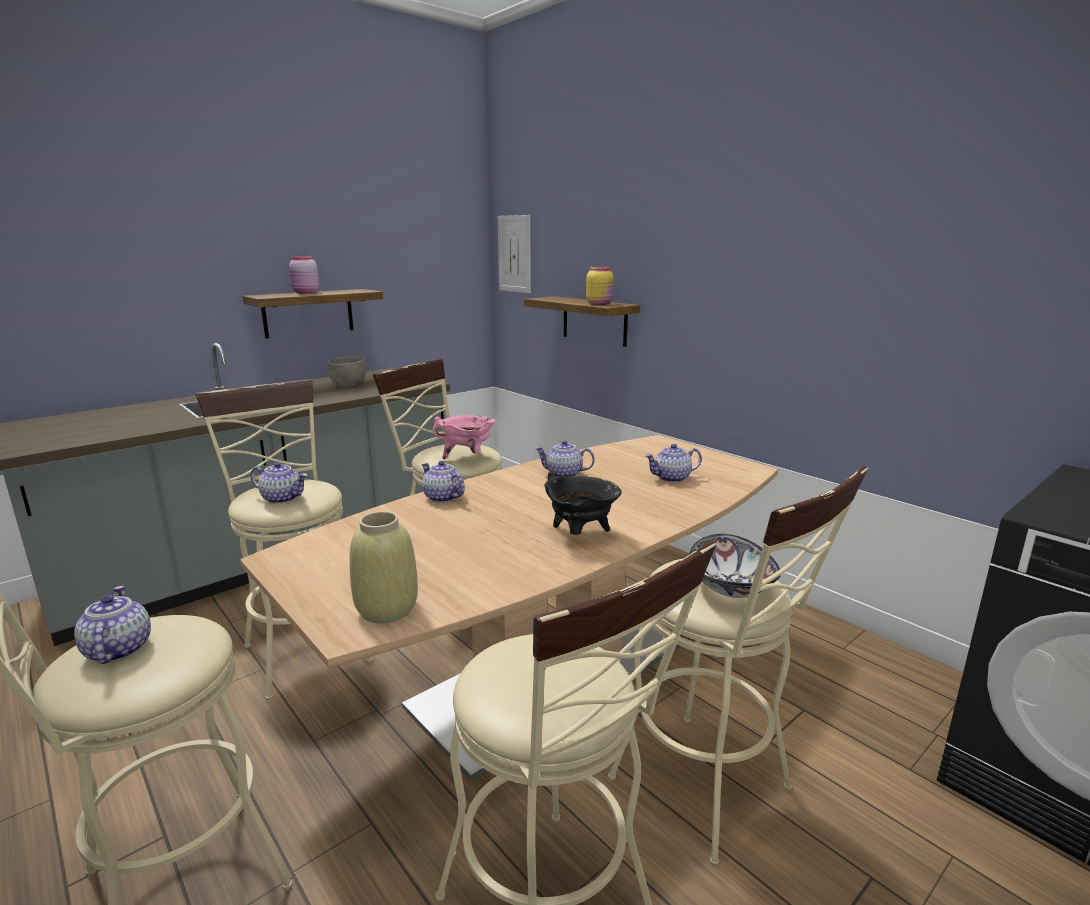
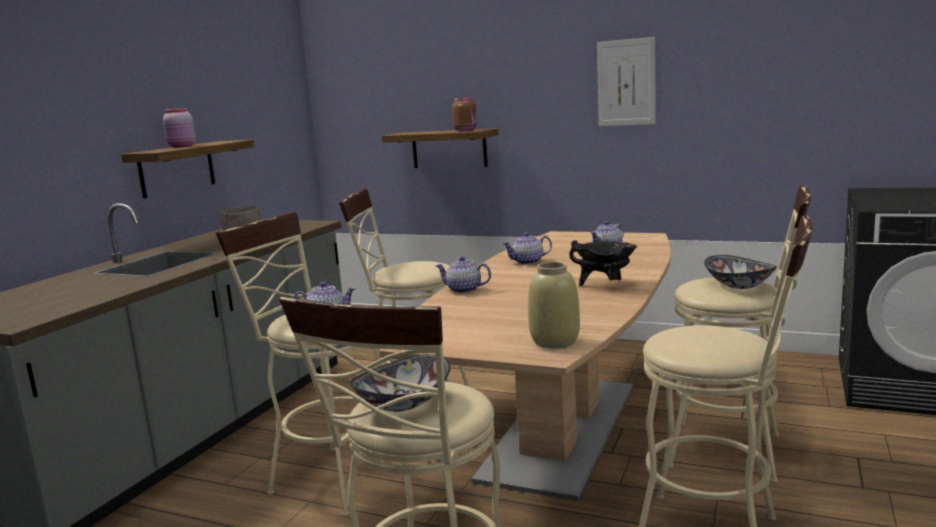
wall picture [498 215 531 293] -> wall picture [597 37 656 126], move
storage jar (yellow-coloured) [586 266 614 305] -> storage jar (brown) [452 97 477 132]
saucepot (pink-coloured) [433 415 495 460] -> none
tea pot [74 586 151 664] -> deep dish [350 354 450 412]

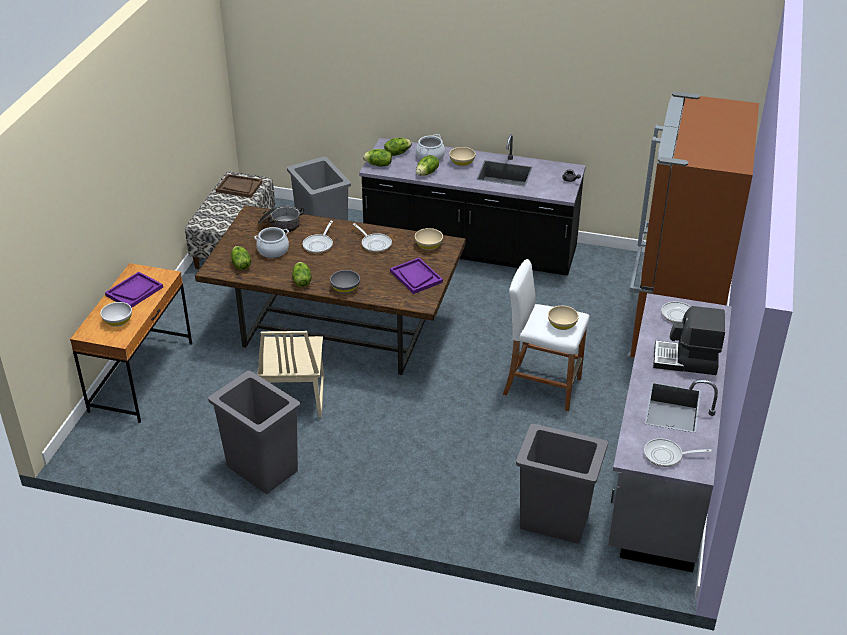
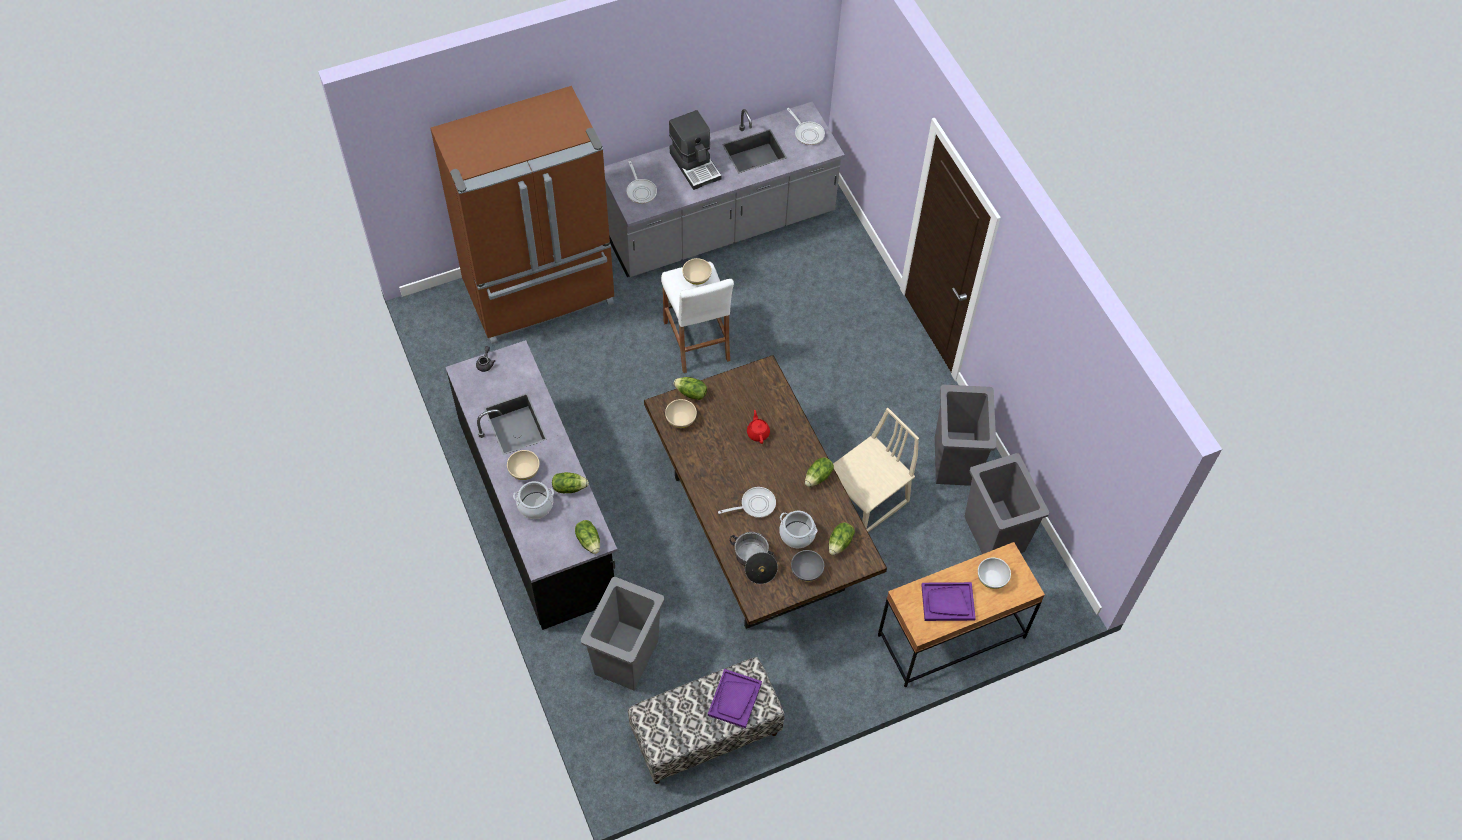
lettuce head [384 138 412 156] -> lettuce head [674 377 707 400], move
carrying tray (brown) [216 174 263 198] -> none
skillet [353 223 392 252] -> none
carrying tray (purplish) [390 258 443 294] -> carrying tray (purplish) [708 669 762 728], move
deep dish (gray) [330 270 360 294] -> deep dish (gray) [791 550 824 582], move
trash can (gray) [516 424 608 544] -> trash can (gray) [964 453 1049 554], move
none -> tea pot (red-coloured) [747 410 770 444]

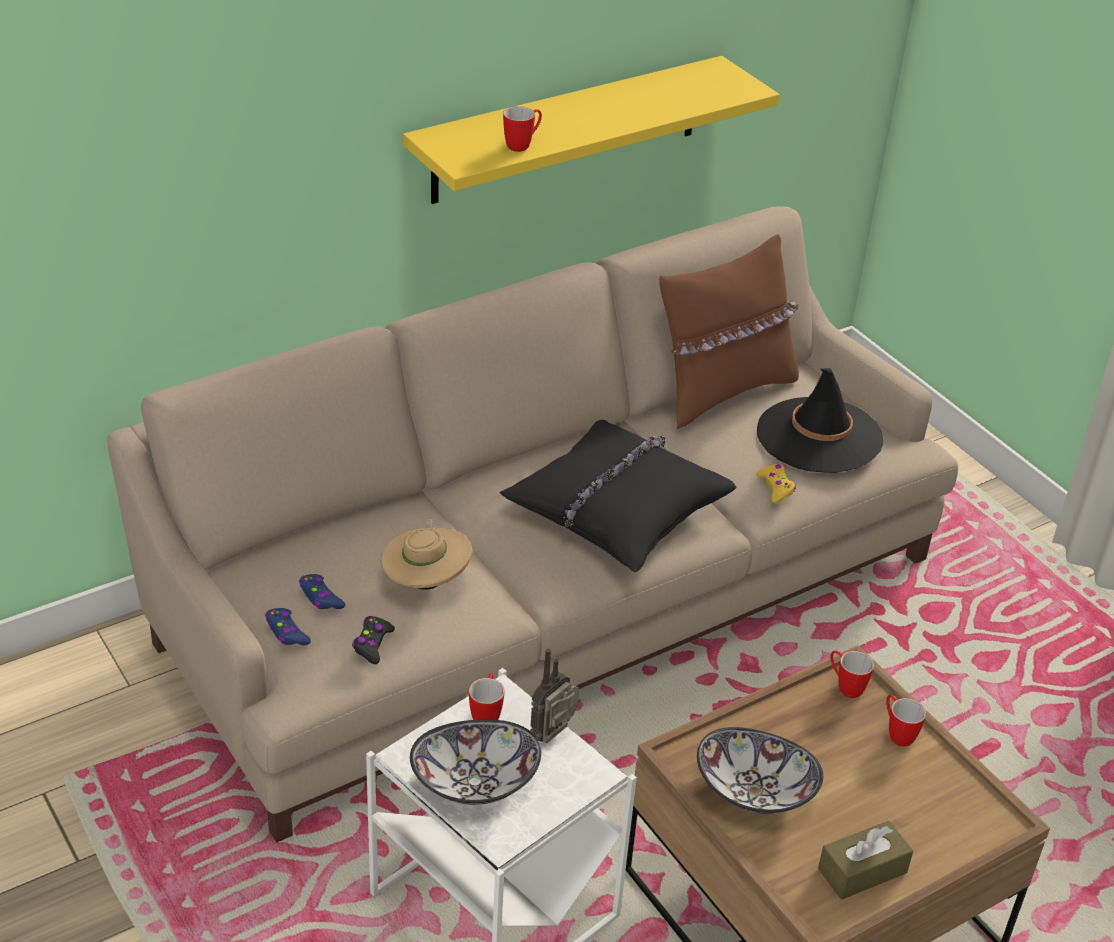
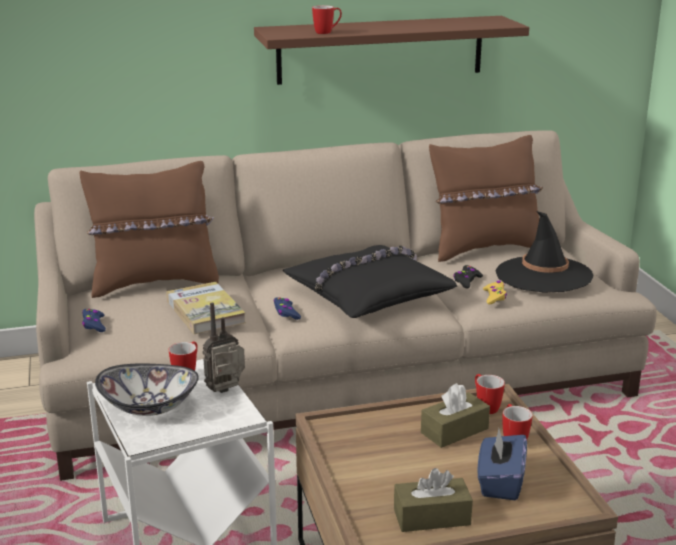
bracket shelf (yellow-coloured) [403 56 780 204] -> bracket shelf (brown) [254 16 529 85]
hat (sand-coloured) [381 519 472 590] -> bound book [166 282 246 334]
gamepad (blue-coloured) [299 574 345 609] -> gamepad (blue-coloured) [274 297 301 320], move
gamepad (black-coloured) [352 616 395 664] -> gamepad (black-coloured) [453 265 483 289], move
deep dish [697 727 823 814] -> none
none -> cushion (brown) [79 161 219 298]
none -> tissue holder (brown) [421 383 490 448]
none -> tissue holder (blue-coloured) [477 429 527 500]

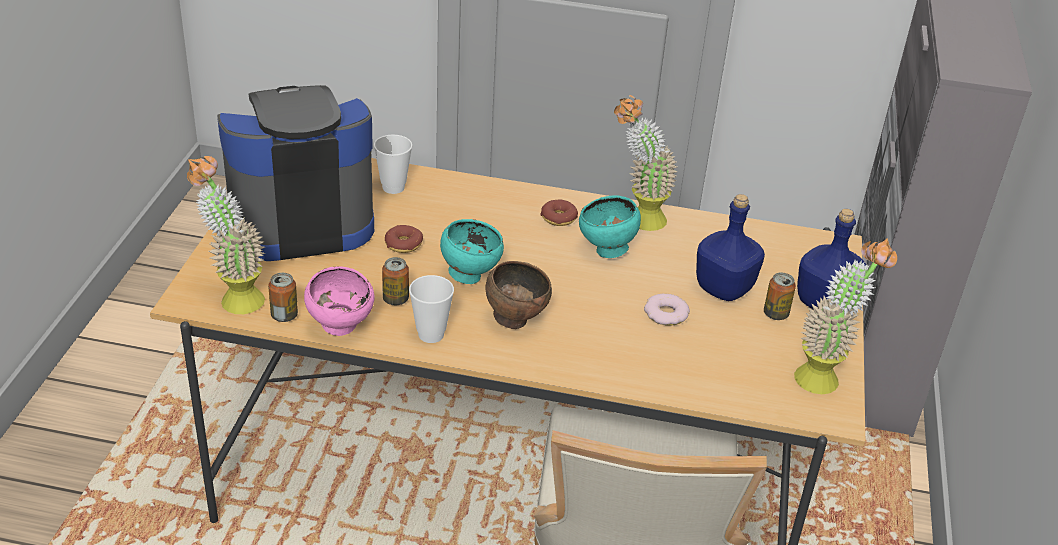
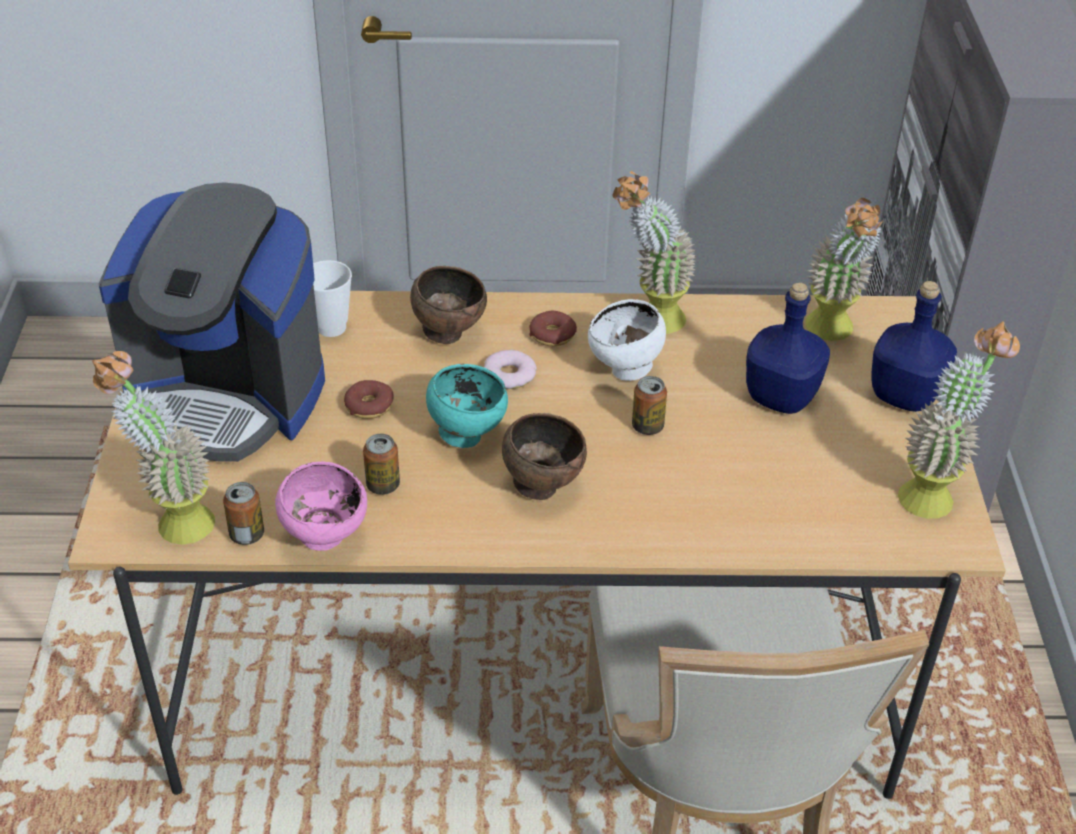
coffee machine [217 85 374 261] -> coffee machine [99 182 325 462], 135 degrees counterclockwise
deep dish (turquoise-coloured) [579 195 641 258] -> deep dish (white-coloured) [588 299 666 381]
sealed can [764 272 796 320] -> sealed can [632 376 667 435], move
cup [409 275 454 343] -> none
donut [644 293 690 326] -> donut [484 350 537 389], move
none -> potted plant [805 198 884 341]
none -> deep dish (brown) [410 266 487 344]

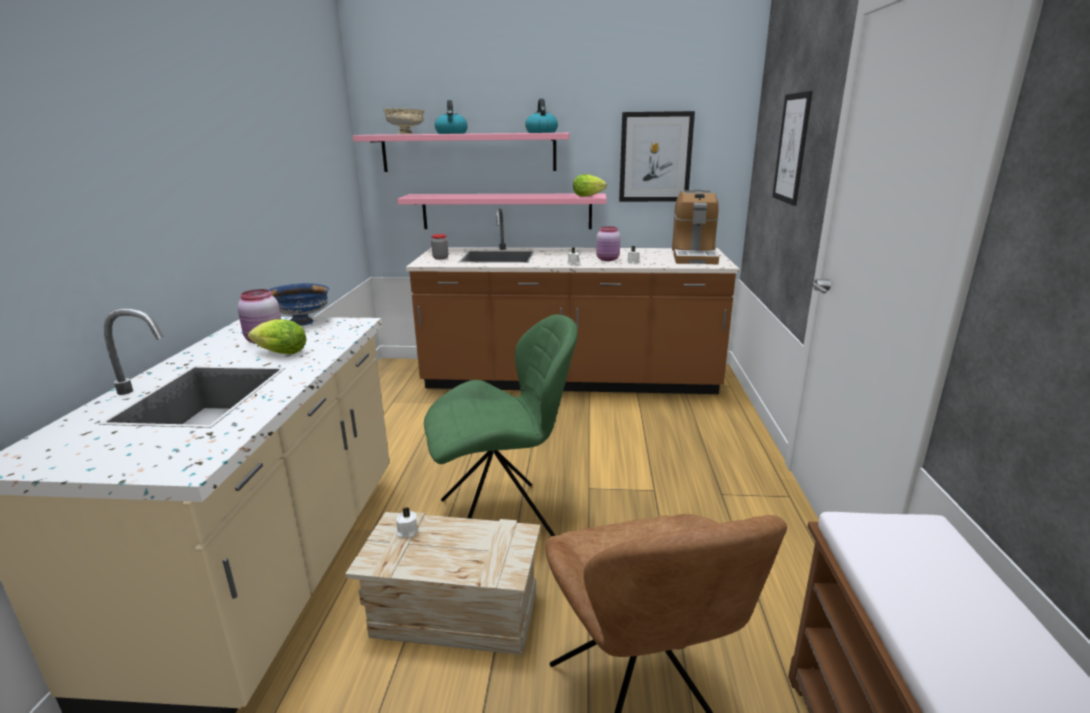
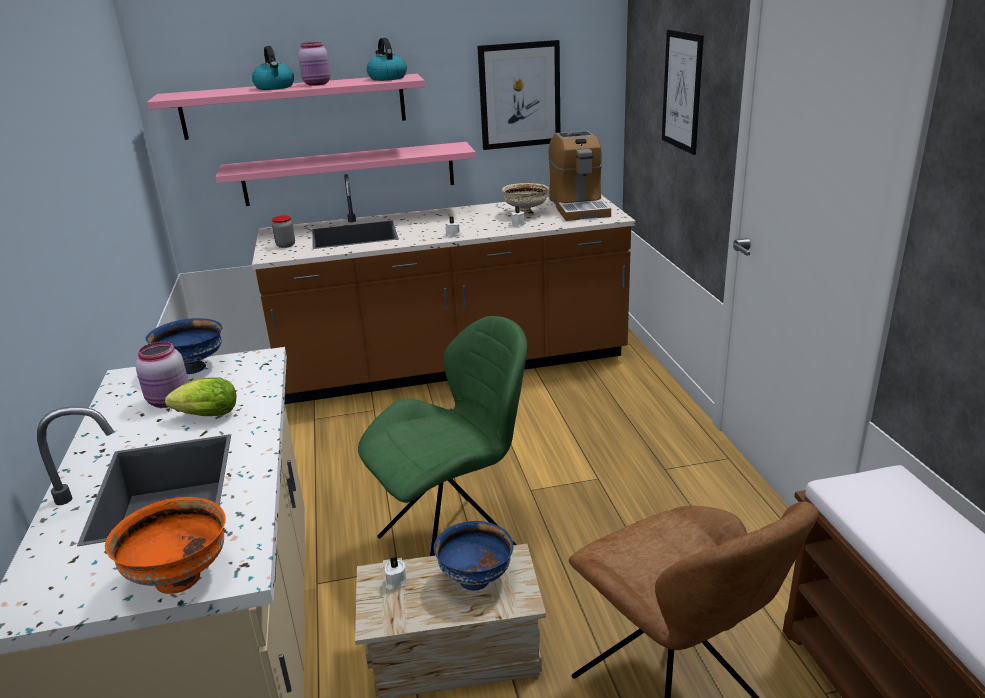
deep dish (sand-coloured) [383 109 425 134] -> deep dish (sand-coloured) [502 183 549 216], move
lettuce head [573 174 607 196] -> none
storage jar (pink-coloured) [596 226 621 261] -> storage jar (pink-coloured) [298 42 330 86], move
none -> deep dish (orangey) [105 497 226 594]
none -> deep dish (blue-coloured) [434 521 514 591]

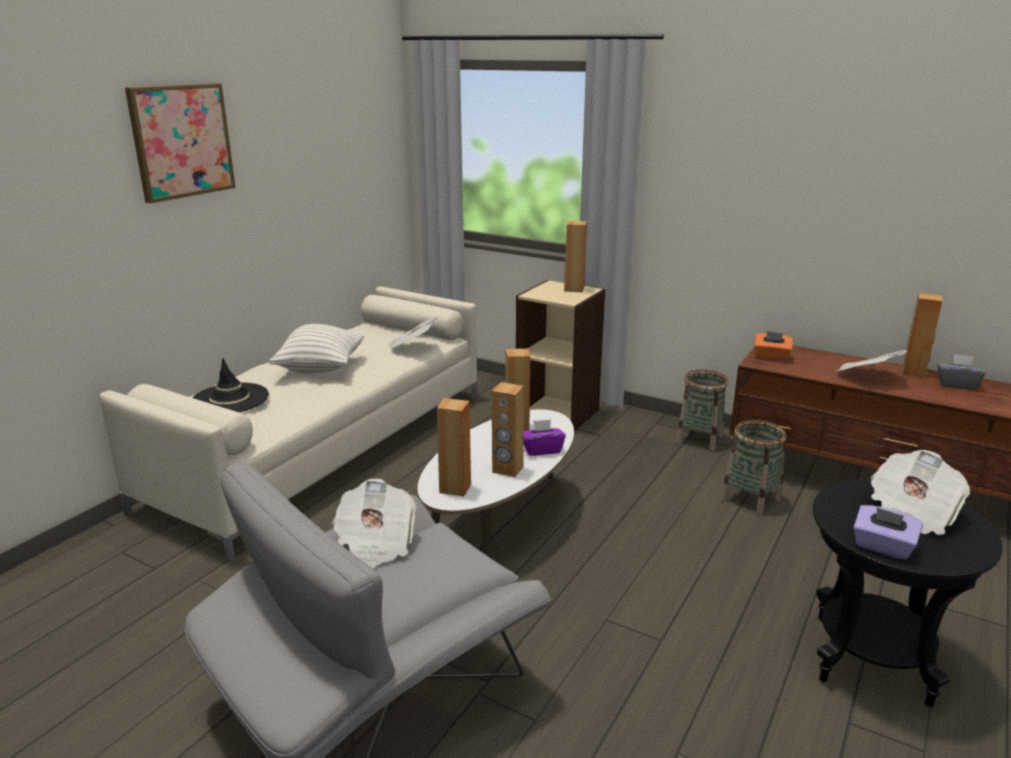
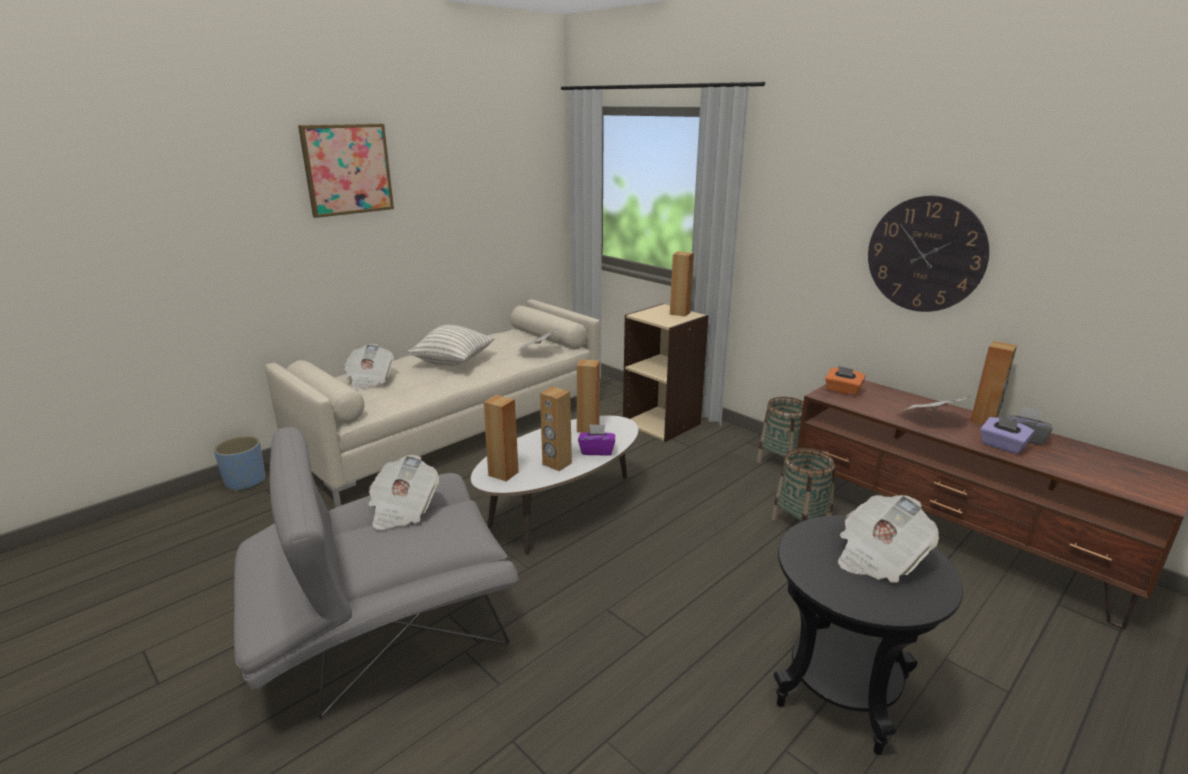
hat (black-coloured) [193 358 269 412] -> newspaper [344 344 394 389]
tissue holder (purplish) [853 505 923 560] -> tissue holder (purplish) [980 416 1034 454], move
none -> clock on the wall [868 196 989 312]
none -> flower pot (blue-coloured) [214 436 265 491]

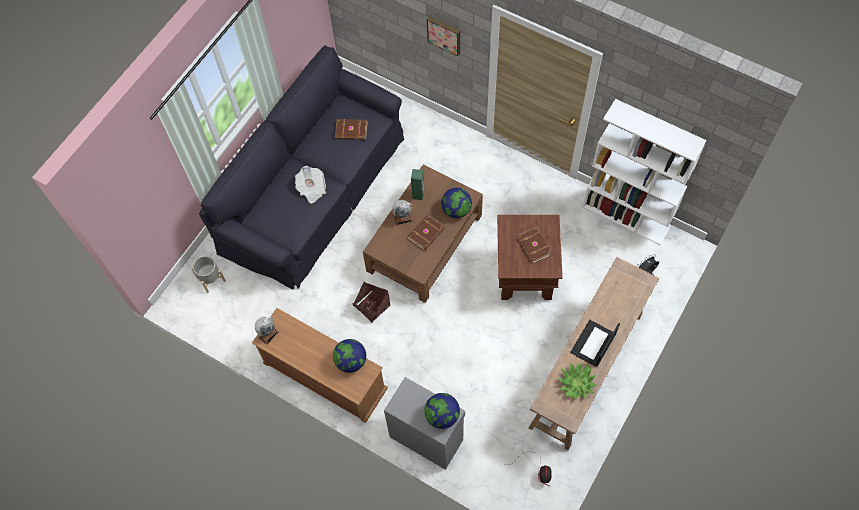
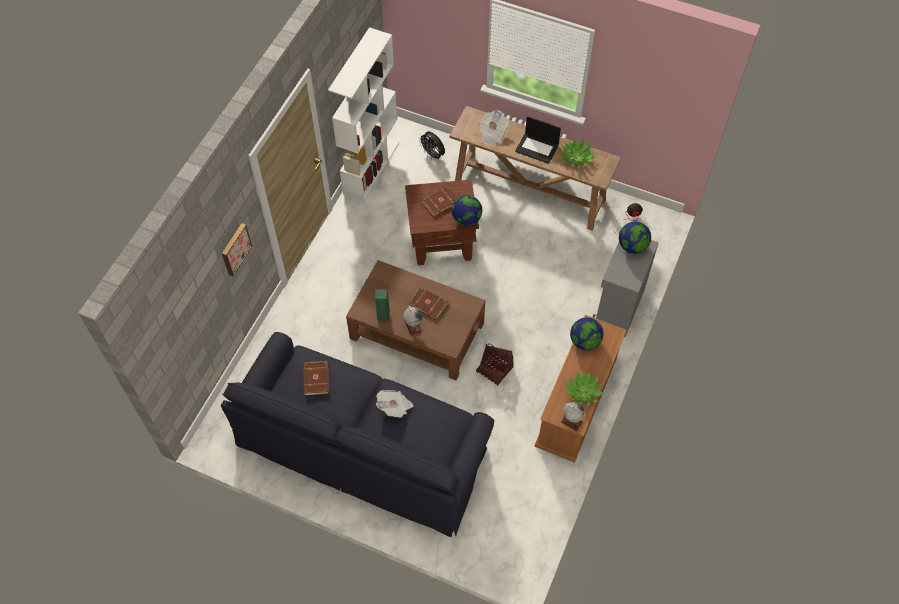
desk globe [441 188 472 218] -> desk globe [452 195 482 226], move
flower pot (gray) [191 256 226 293] -> none
none -> newspaper [479 110 509 144]
none -> potted plant [565 371 603 406]

